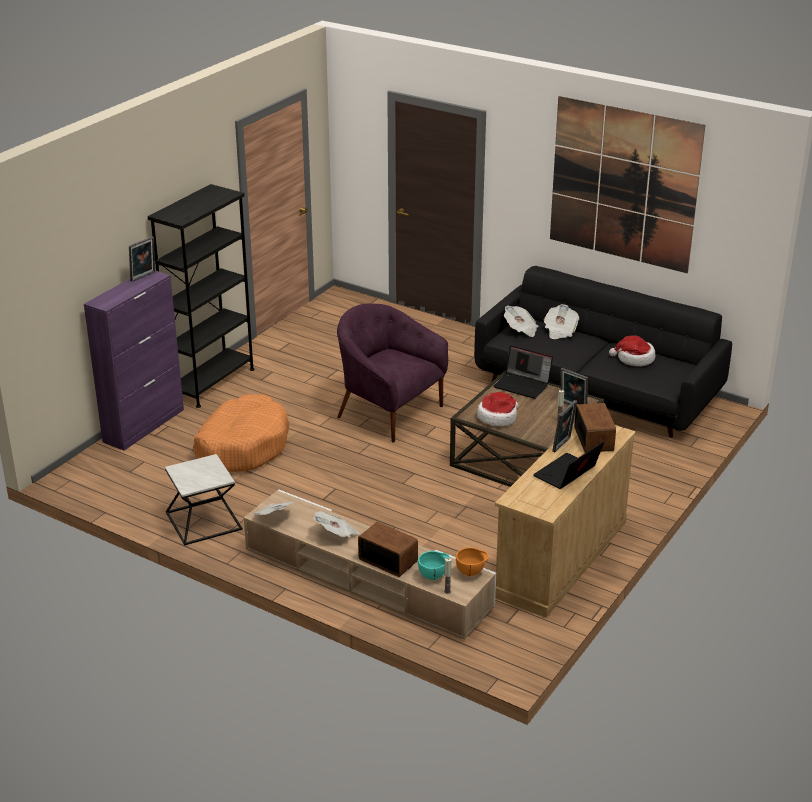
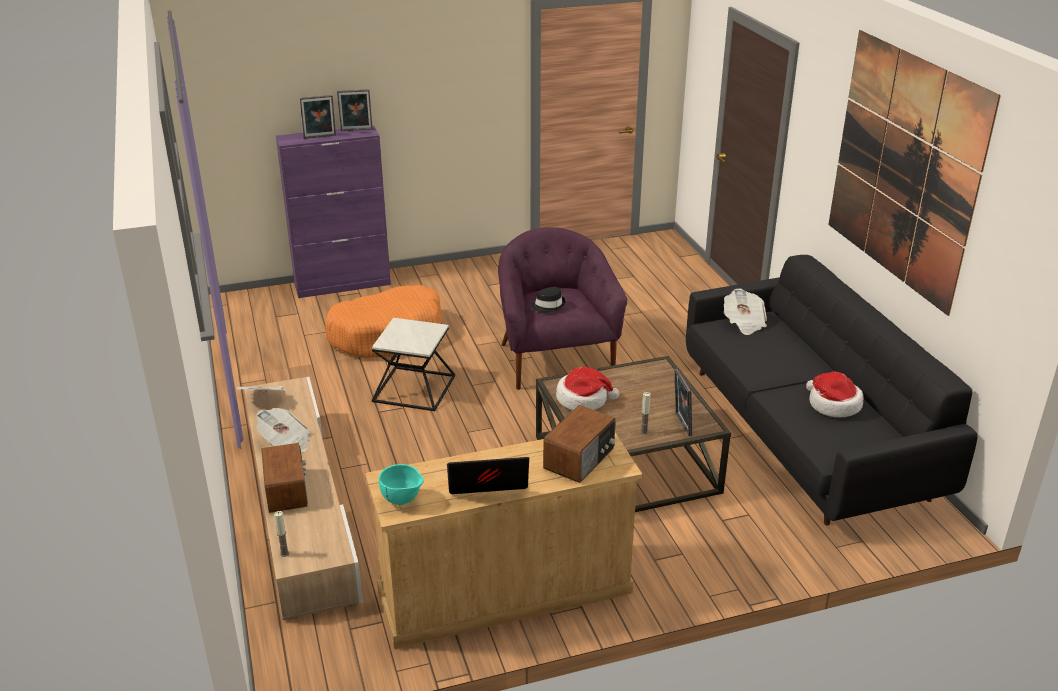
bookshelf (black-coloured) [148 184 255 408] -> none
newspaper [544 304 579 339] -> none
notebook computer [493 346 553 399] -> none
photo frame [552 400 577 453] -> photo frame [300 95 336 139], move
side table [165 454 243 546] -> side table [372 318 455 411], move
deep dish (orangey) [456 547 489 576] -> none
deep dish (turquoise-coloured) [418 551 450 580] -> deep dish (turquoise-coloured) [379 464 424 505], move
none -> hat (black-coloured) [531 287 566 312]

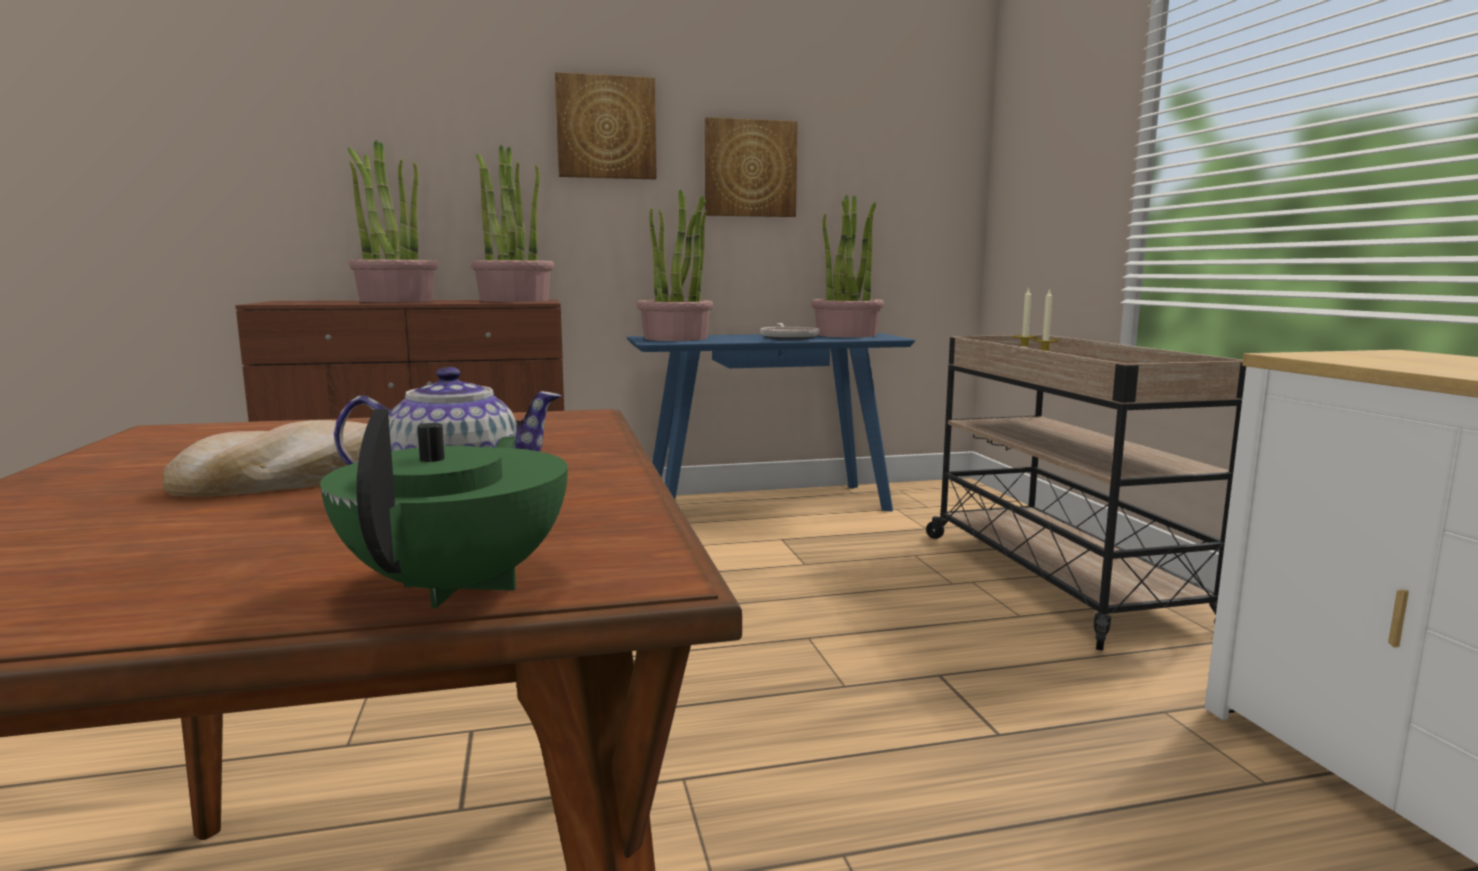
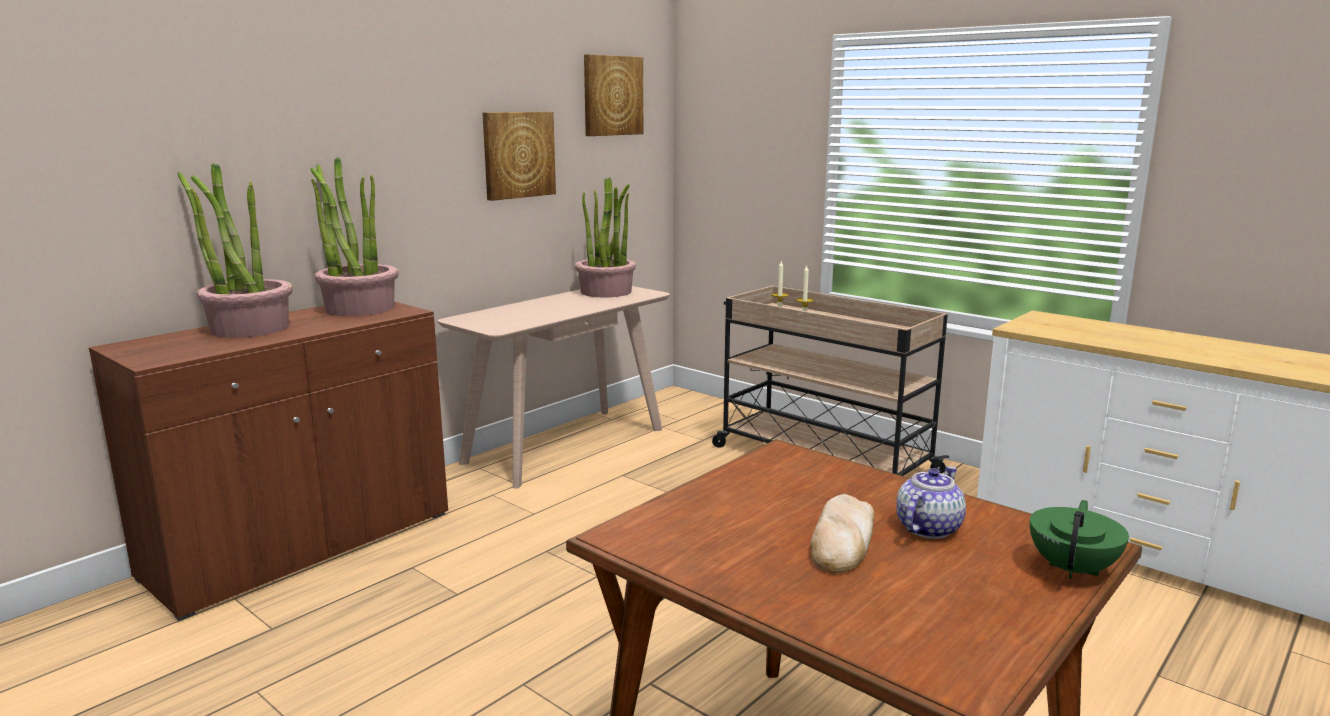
wall picture [555 72 657 179] -> wall picture [584 54 643 136], move
potted plant [636 190 713 341] -> none
skillet [760 323 819 340] -> none
console table (blue-coloured) [627 333 915 512] -> console table (sand-coloured) [438 286 670 489]
tea pot (green-coloured) [320 409 567 608] -> tea pot (green-coloured) [1030 500 1129 579], 60 degrees clockwise

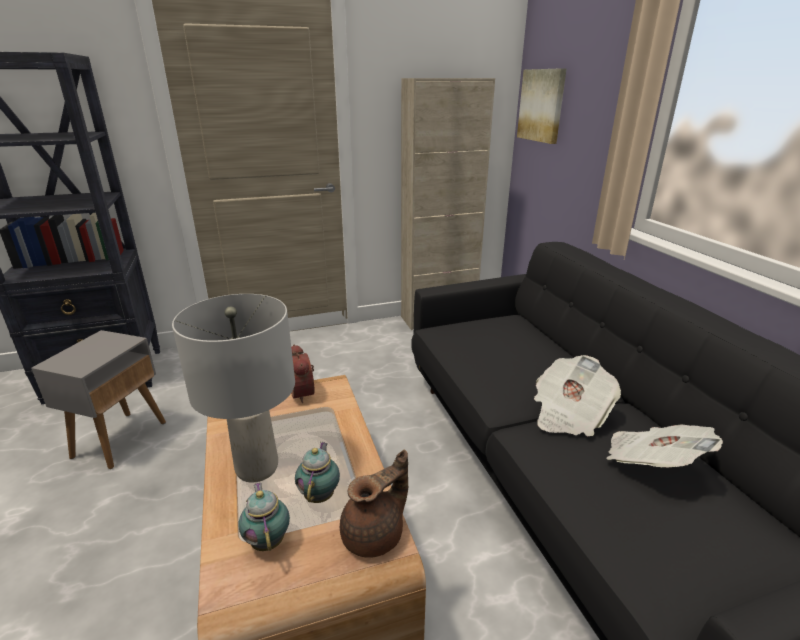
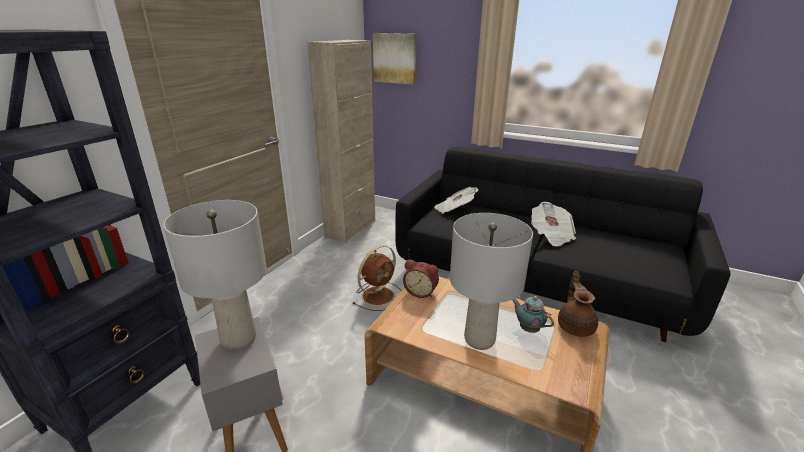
newspaper [606 425 723 468] -> newspaper [435 187 478 214], move
tea pot [239 482 290 551] -> none
none -> tabletop lamp (gray) [163 200 267 350]
none -> fan (brown) [352 245 401 311]

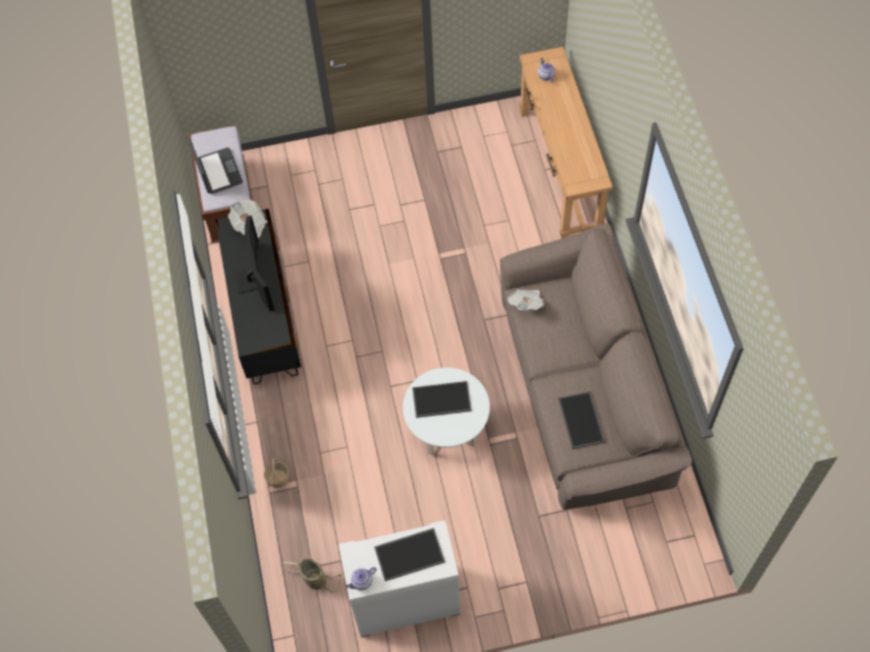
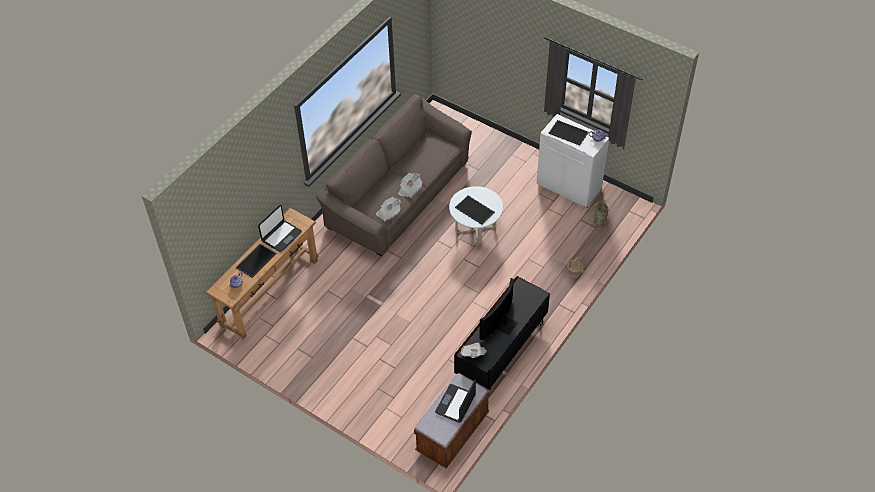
carrying tray [558 391 605 449] -> carrying tray [236 244 276 278], move
none -> newspaper [398 173 422 198]
none -> notebook computer [258 205 302 252]

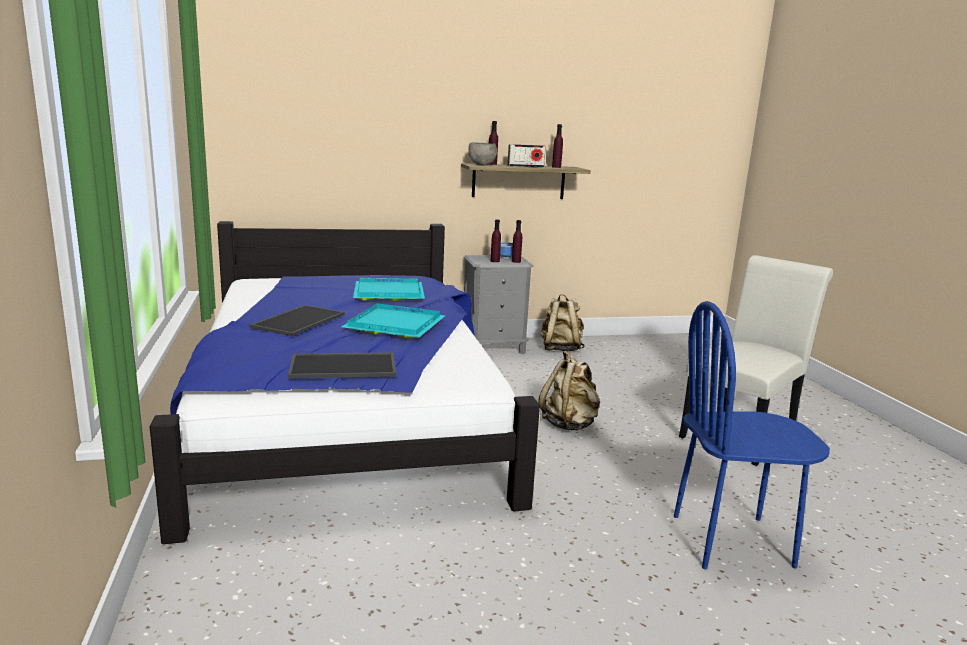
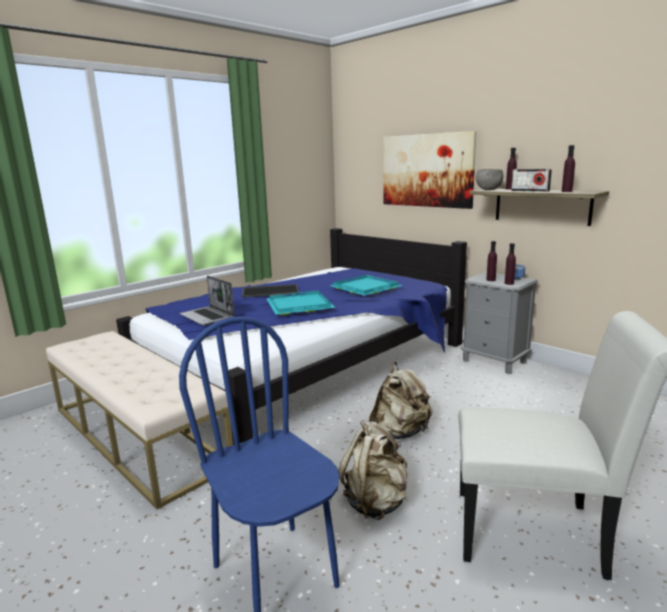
knapsack (sand-coloured) [540 294 585 352] -> knapsack (sand-coloured) [338 420 408 520], move
carrying tray [288 352 396 378] -> notebook computer [179 275 235 325]
none -> wall picture [383 131 477 209]
none -> long seat (sand-coloured) [46 331 233 509]

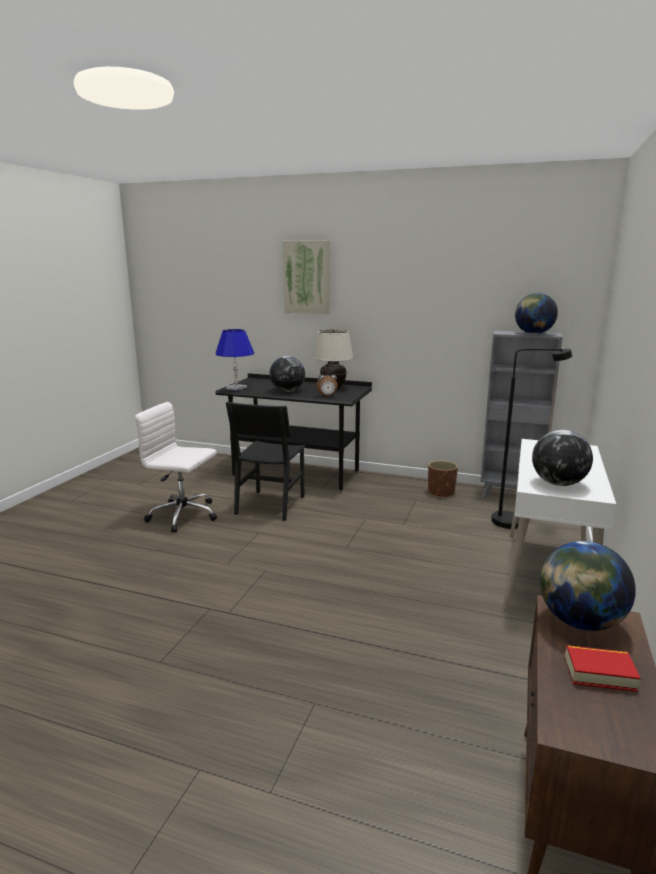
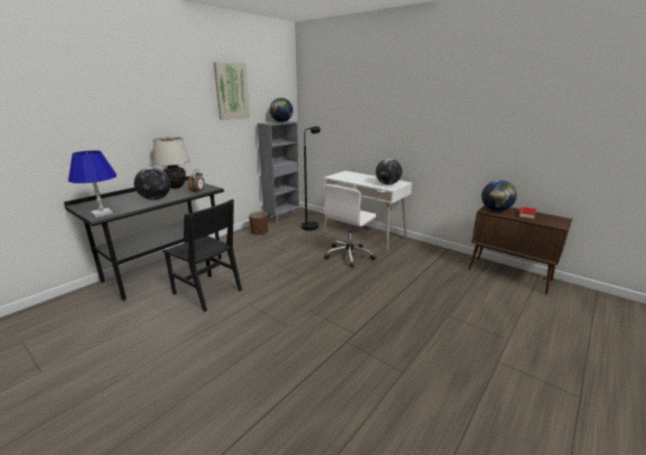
wall picture [283 240 330 314] -> wall picture [213 62 250 120], move
computer chair (white-coloured) [135 402 217 533] -> computer chair (white-coloured) [324 184 377 267], move

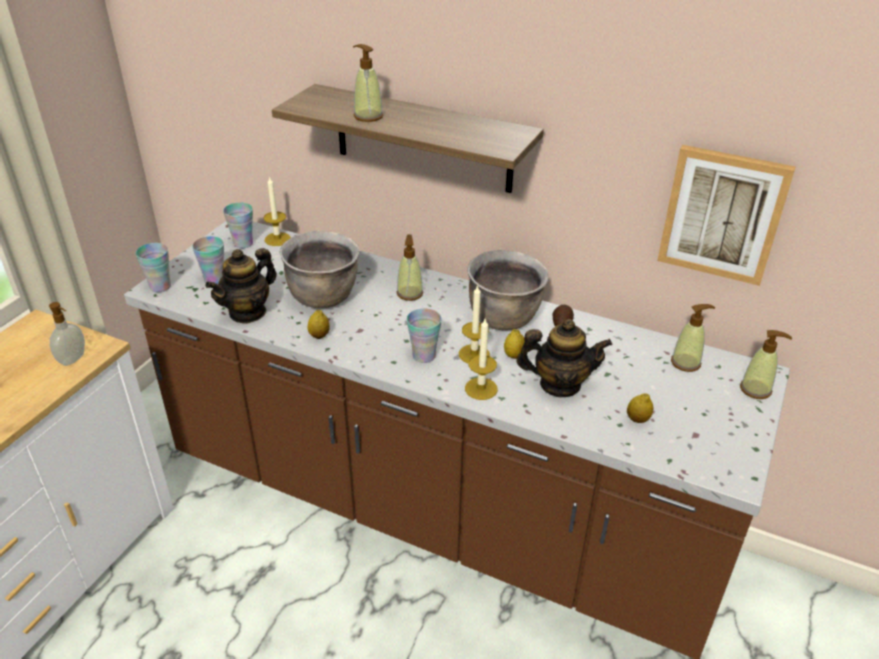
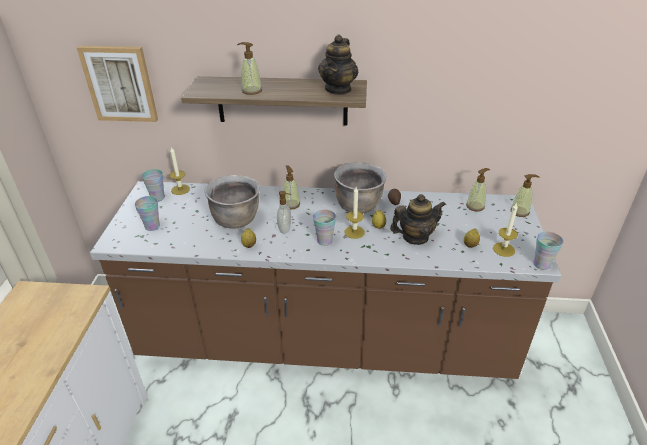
wall picture [657 145 796 286] -> wall picture [77 46 158 122], move
cup [136 243 171 292] -> cup [533 231 563 270], move
tea pot [205 248 277 324] -> tea pot [318 34 358 95], move
soap bottle [49 302 85 366] -> soap bottle [277 191 291 234], move
wax light [465 317 498 400] -> wax light [493 202 518 257], move

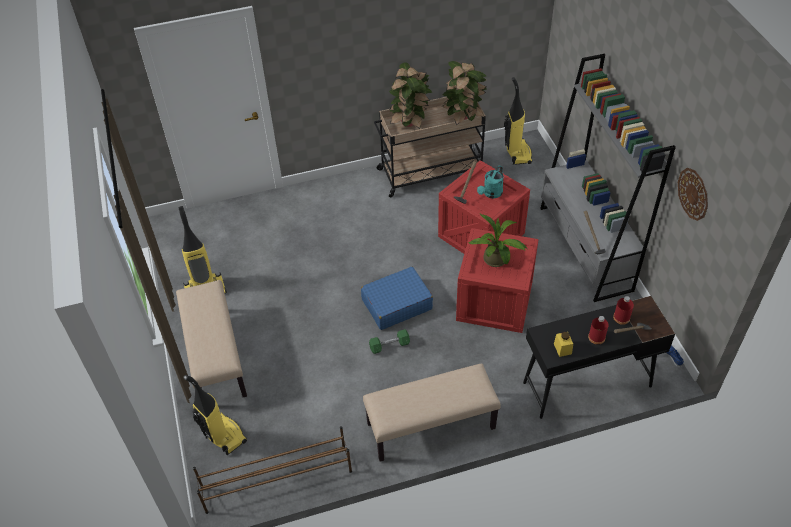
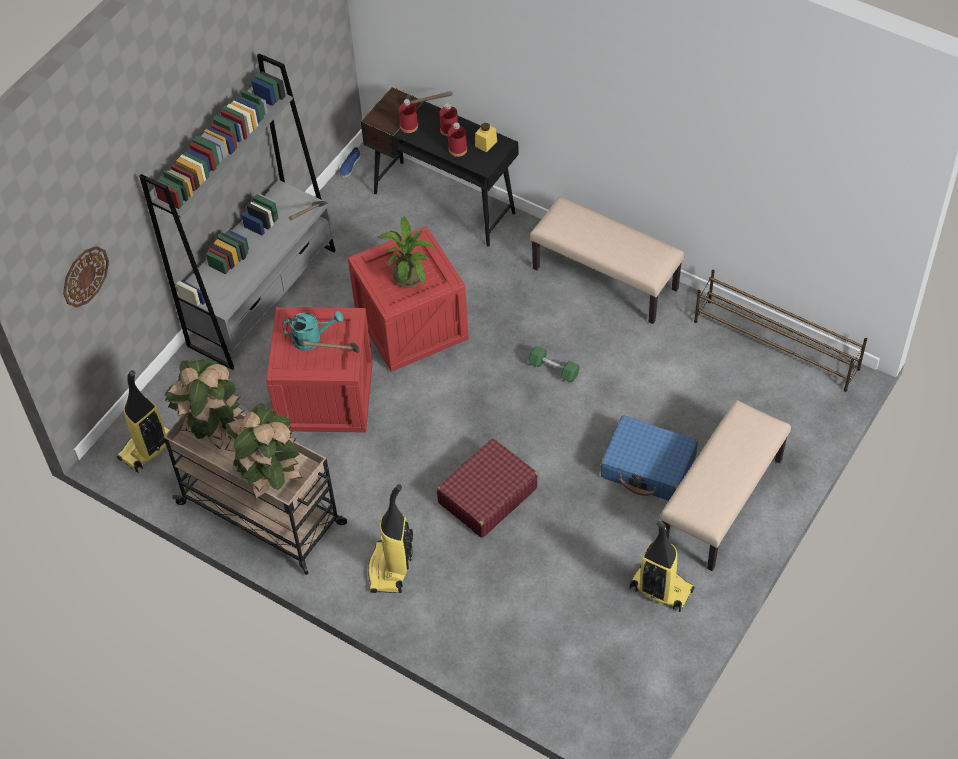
clock on the wall [678 168 708 221] -> clock on the wall [63 246 109 308], move
piece of luggage (blue-coloured) [361 267 433 330] -> piece of luggage (blue-coloured) [601 416 698 501], move
vacuum [183 375 247 455] -> vacuum [368 484 413 593], move
none -> drink bottle (red-coloured) [448 123 467 157]
none -> piece of luggage (red-coloured) [437 439 538 538]

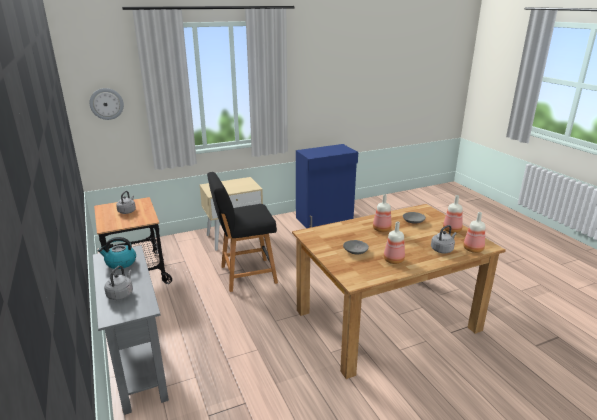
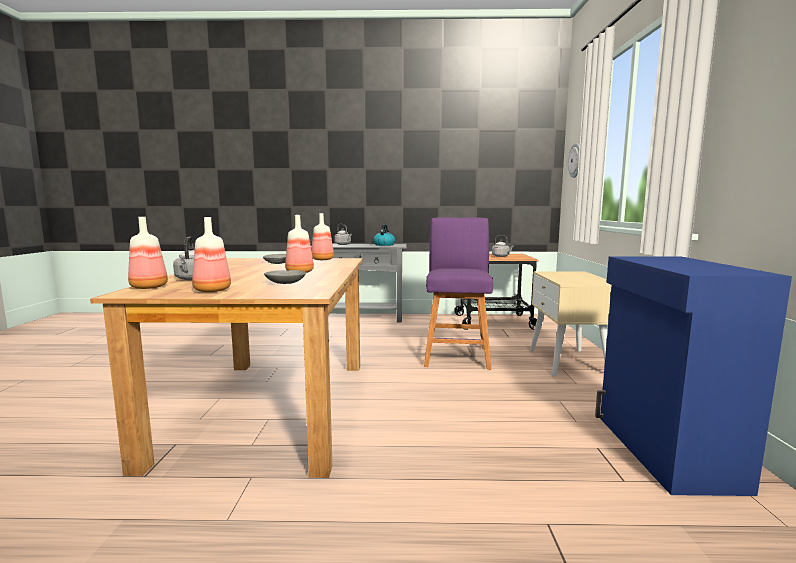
stool (black-coloured) [207 172 278 292] -> stool (purplish) [424 217 493 370]
drink bottle [384 221 405 264] -> drink bottle [311 213 334 260], move

